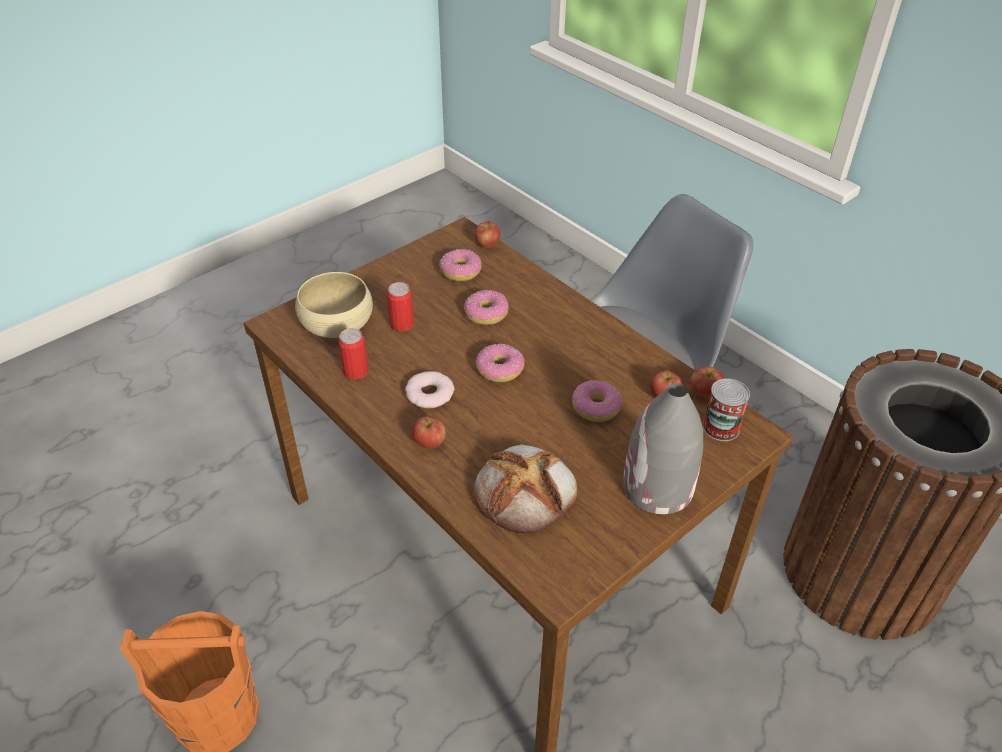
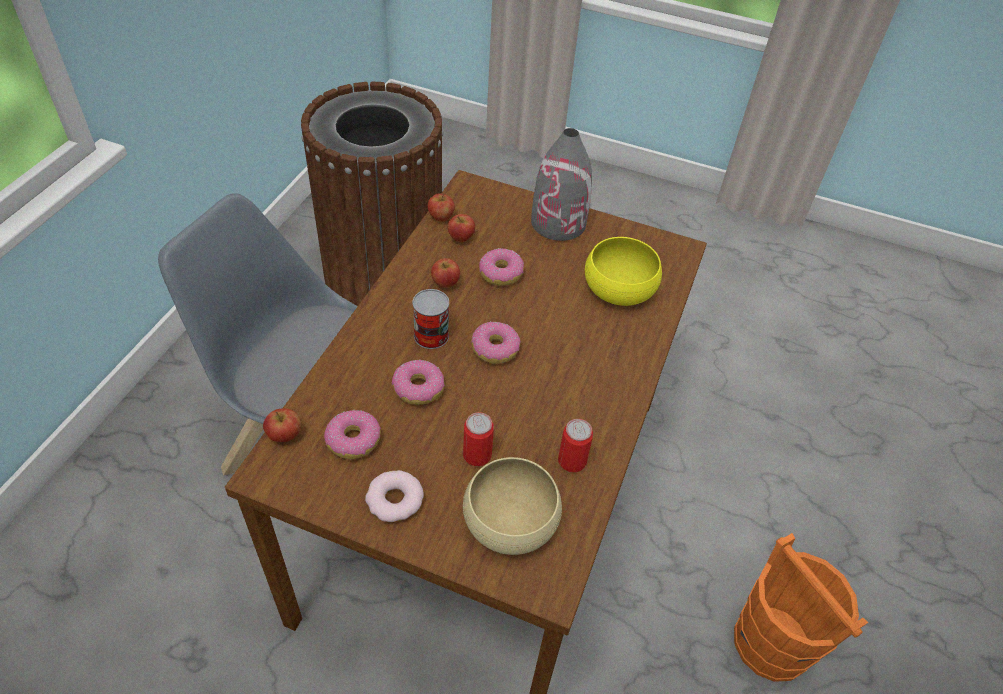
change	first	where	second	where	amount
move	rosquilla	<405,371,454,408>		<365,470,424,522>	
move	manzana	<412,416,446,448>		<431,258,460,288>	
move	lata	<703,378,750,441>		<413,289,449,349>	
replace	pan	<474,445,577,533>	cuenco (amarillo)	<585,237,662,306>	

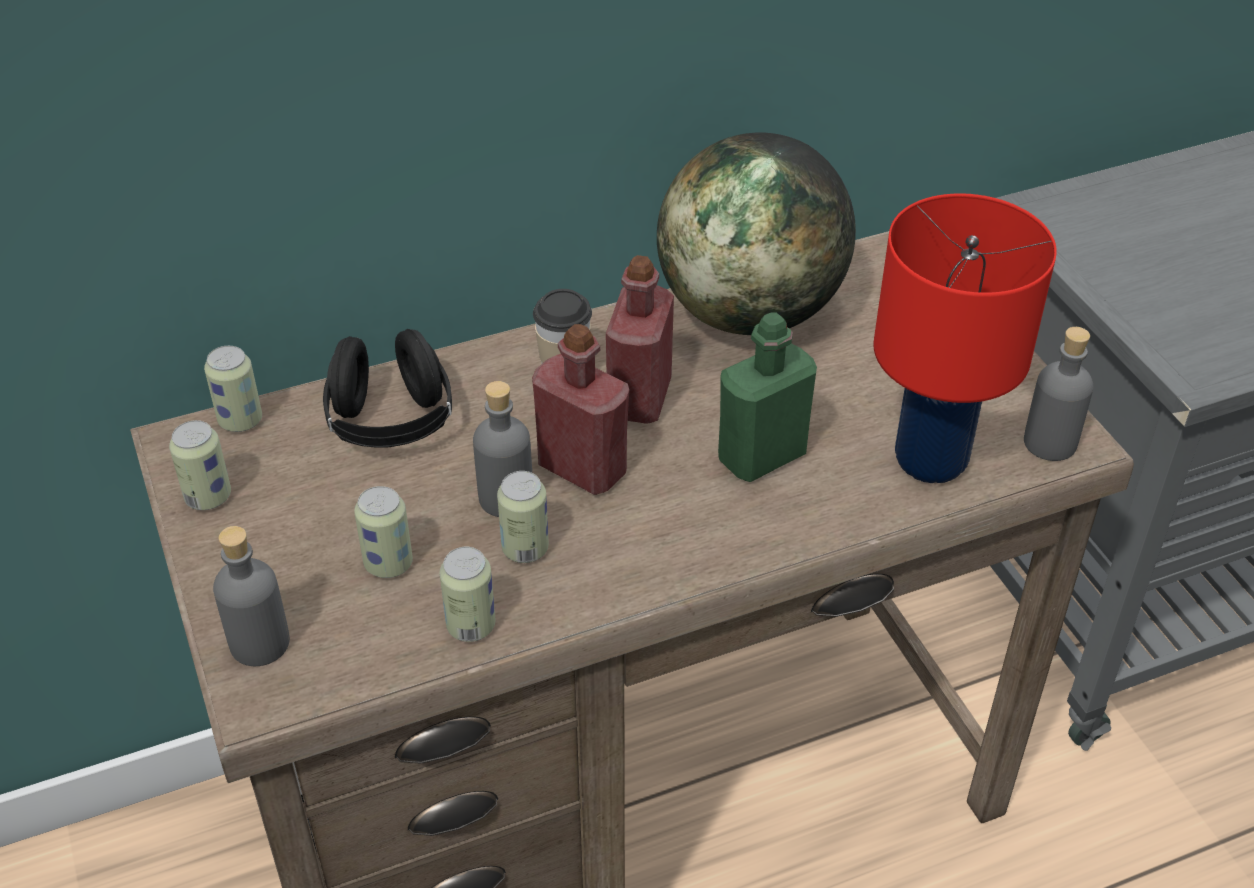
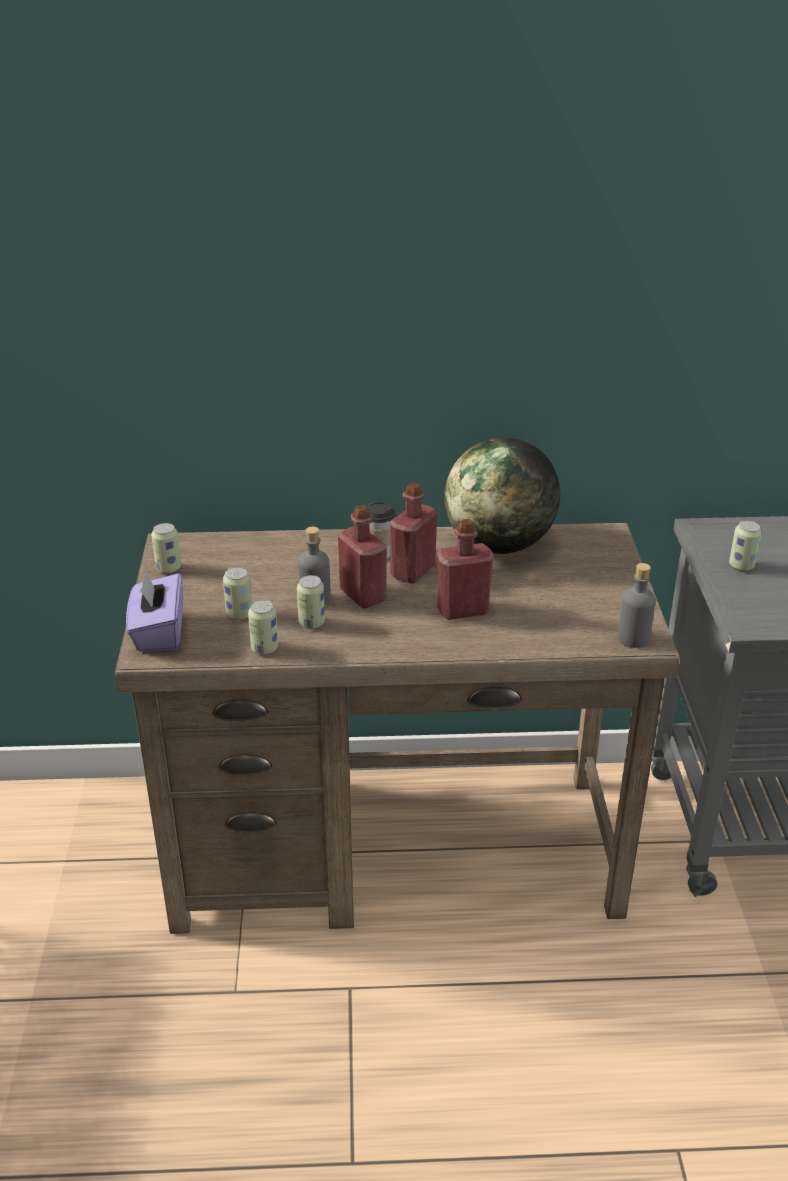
change	first	where	second	where	amount
delete	auriculares (negro)	<323,329,452,448>			
delete	lámpara de mesa (rojo)	<873,193,1057,483>			
move	lata	<204,346,262,432>		<729,521,762,571>	
replace	botella (gris)	<213,526,290,666>	caja de pañuelos (morado)	<126,571,183,652>	
recolor	botella (verde)	<718,312,817,482>	botella (rojo)	<437,519,494,620>	

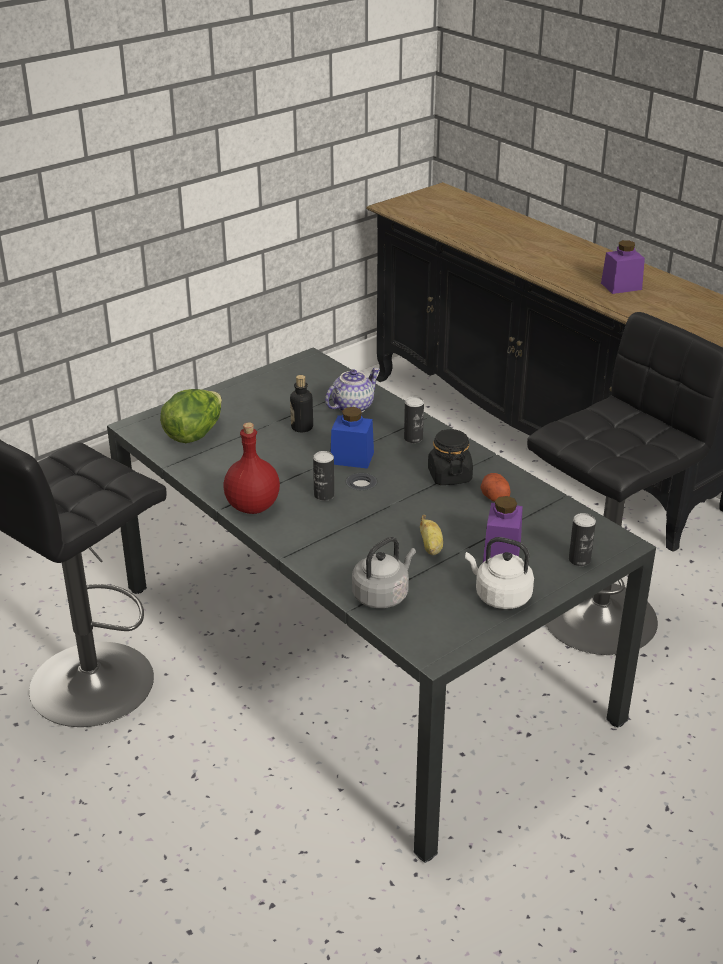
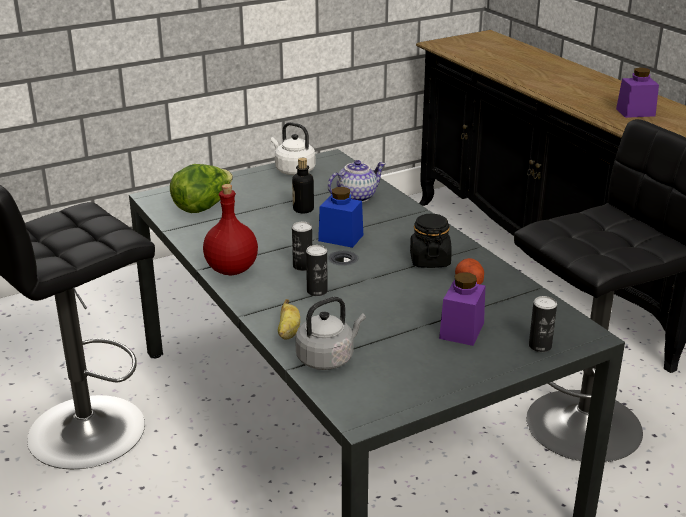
change	first	where	second	where	amount
move	lata	<404,396,424,443>		<306,245,328,296>	
move	plátano	<420,515,443,555>		<278,299,300,340>	
move	hervidor (blanco)	<465,537,534,609>		<271,122,315,175>	

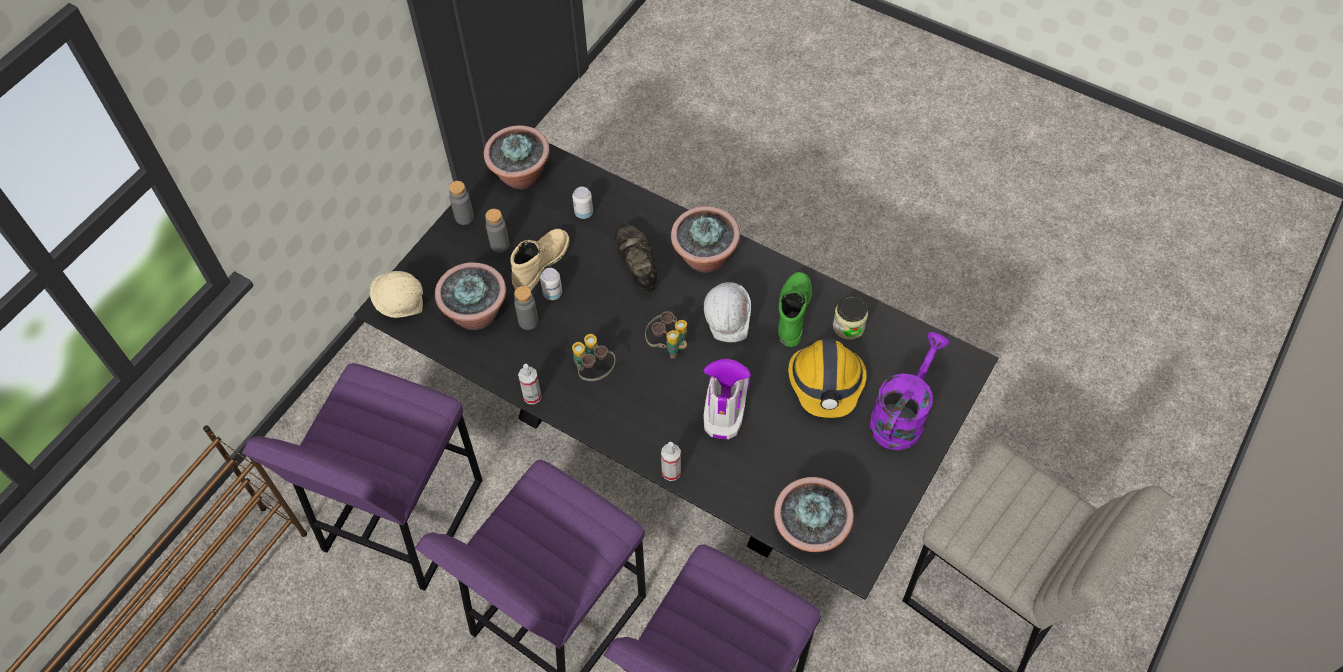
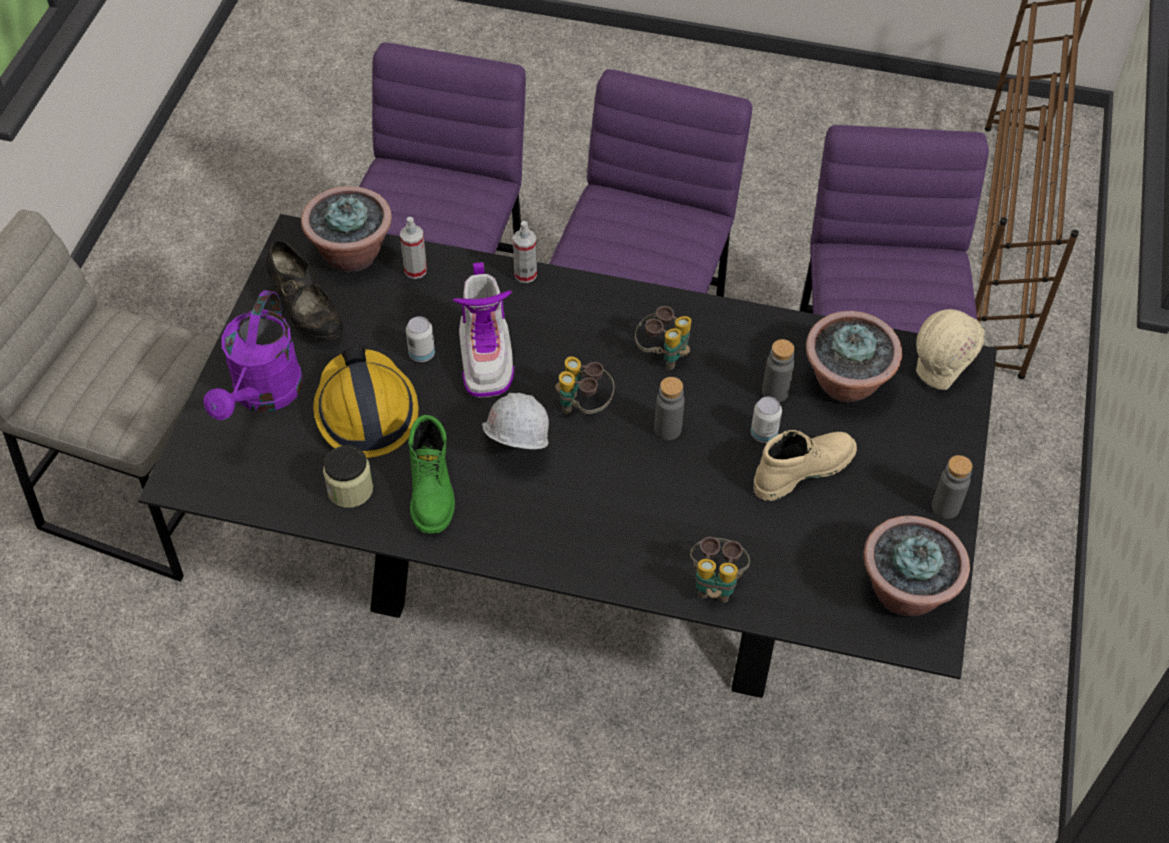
change	first	where	second	where	amount
delete	planta en maceta	<671,206,740,273>			
insert			prismáticos	<690,537,750,603>	
move	botella (gris)	<485,209,509,253>		<654,377,685,440>	
move	pulverizador	<518,364,542,404>		<400,217,427,279>	
move	lata	<572,187,593,219>		<406,316,435,362>	
move	zapato (negro)	<615,224,657,292>		<266,240,343,340>	
rotate	bota (beis)	<510,229,569,290>		<753,430,857,501>	135 degrees counterclockwise

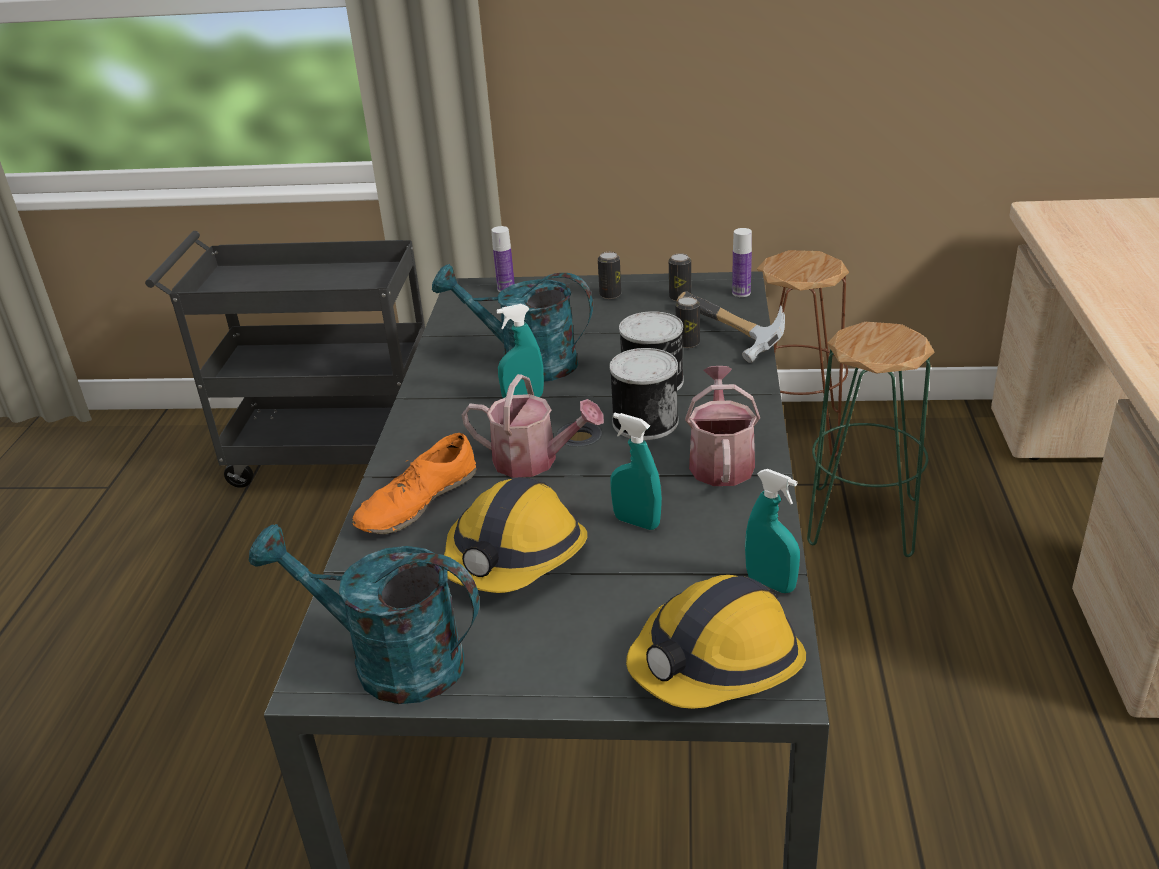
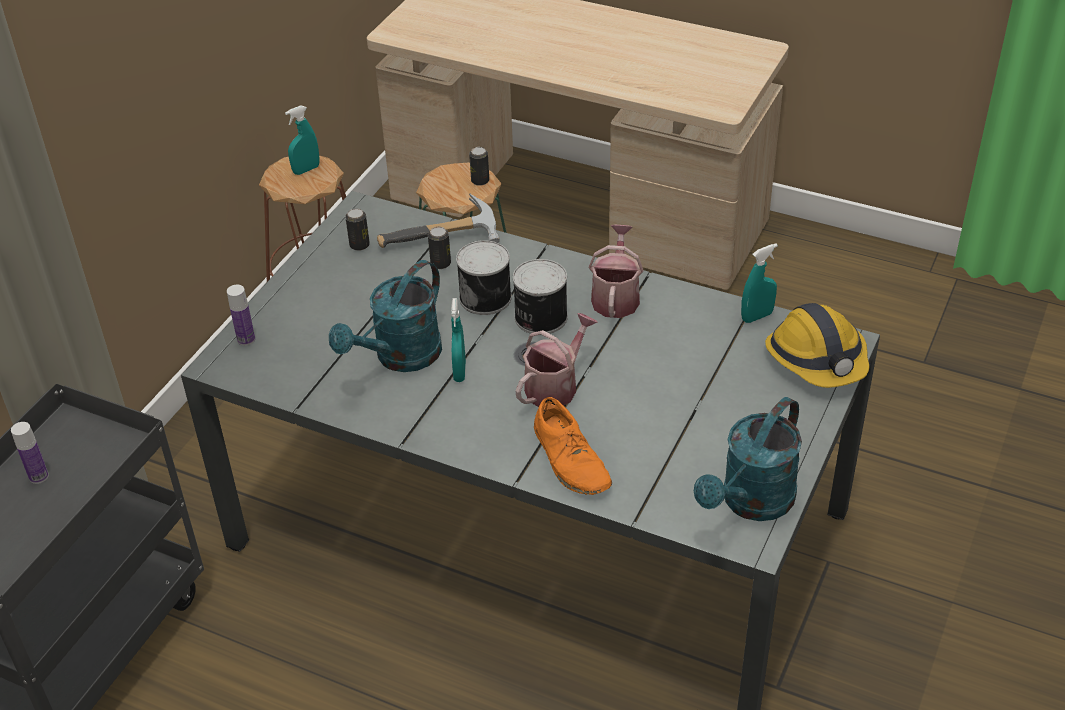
change	first	where	second	where	amount
delete	casco	<444,477,588,593>			
move	lata	<598,252,621,299>		<469,147,489,186>	
move	pulverizador (turquesa)	<610,413,662,530>		<285,105,319,175>	
move	botella	<732,228,752,297>		<11,422,49,484>	
rotate	regadera	<685,366,760,486>		<589,225,643,318>	75 degrees clockwise

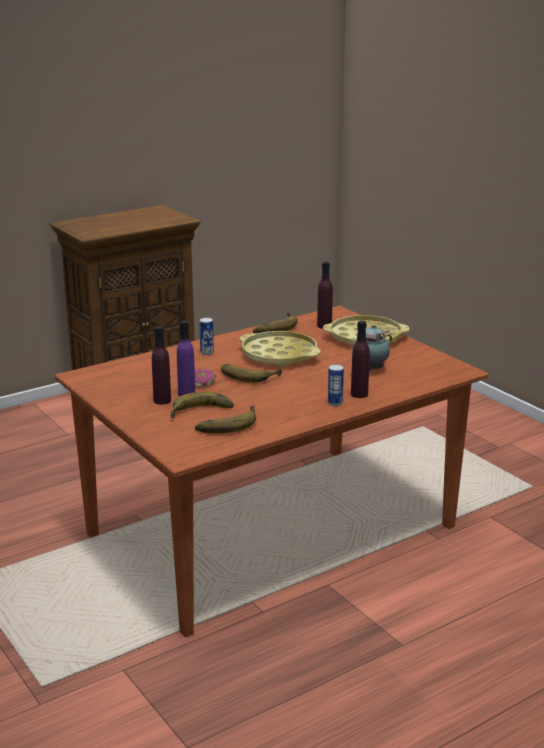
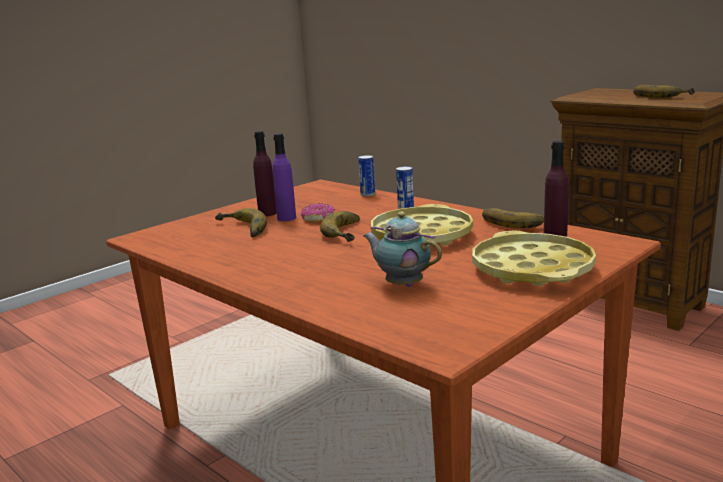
change	first	where	second	where	amount
delete	botella (morado)	<351,321,370,398>			
move	plátano	<195,405,256,433>		<633,85,695,98>	
move	lata	<328,364,344,406>		<358,155,375,196>	

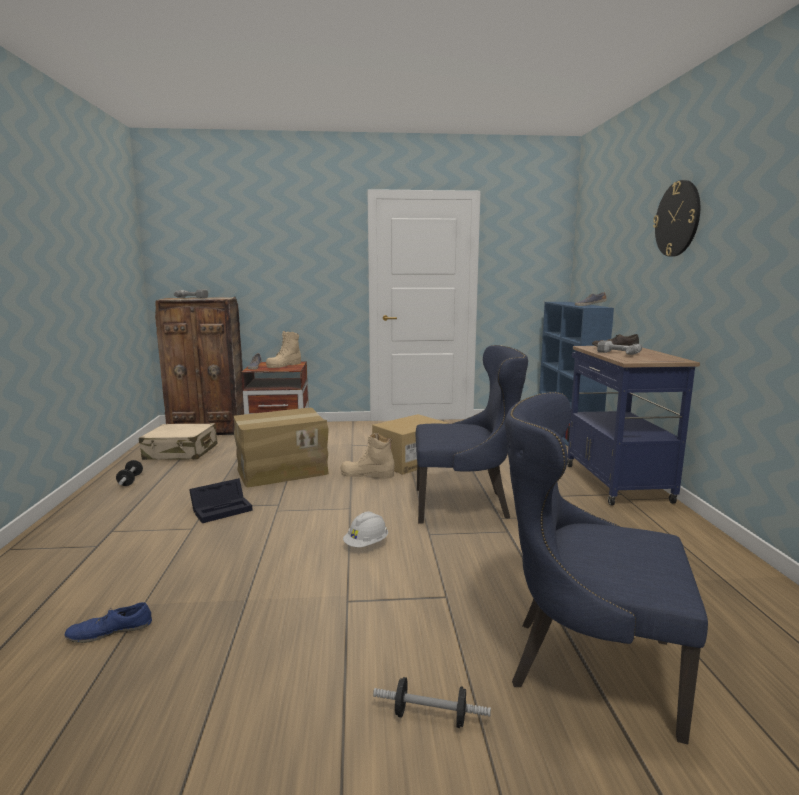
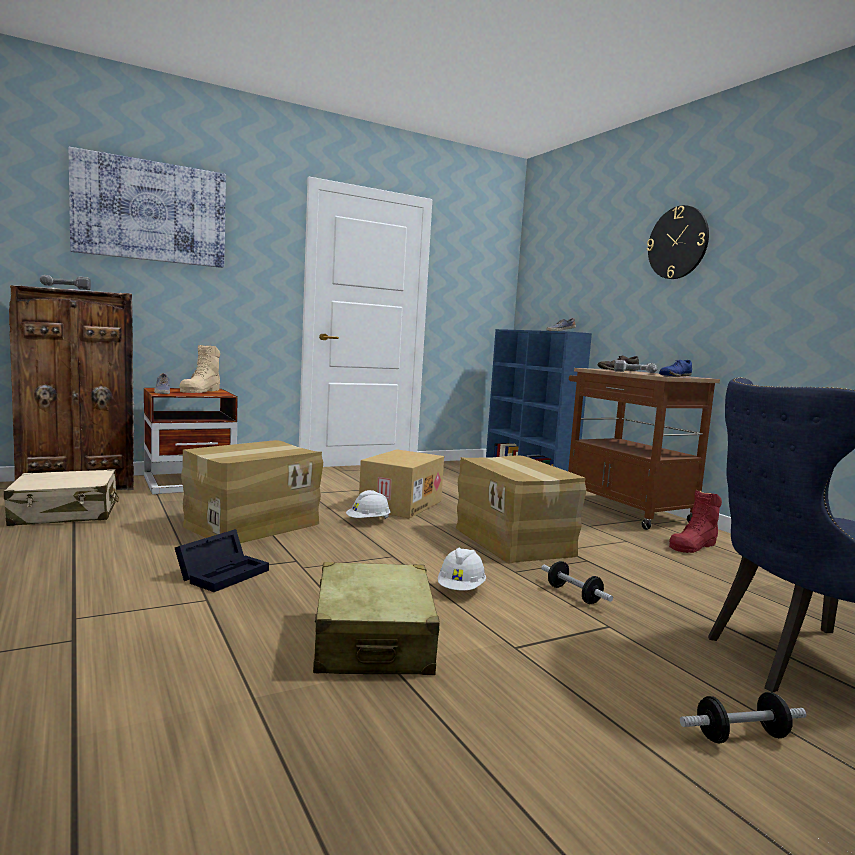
change	first	where	second	where	amount
insert			cuadro	<69,147,226,268>	
insert			maleta (beis)	<313,562,440,675>	
insert			bota (rojo)	<669,490,722,553>	
move	zapato (azul)	<65,602,152,643>		<659,360,692,377>	
move	mancuerna	<116,460,143,486>		<541,561,613,604>	
replace	bota (beis)	<340,433,395,479>	casco (blanco)	<346,490,391,519>	
replace	silla (azul)	<416,345,528,523>	caja de cartón	<456,455,586,564>	
recolor	carrito (azul)	<567,346,700,506>	carrito (marrón)	<568,368,720,530>	

